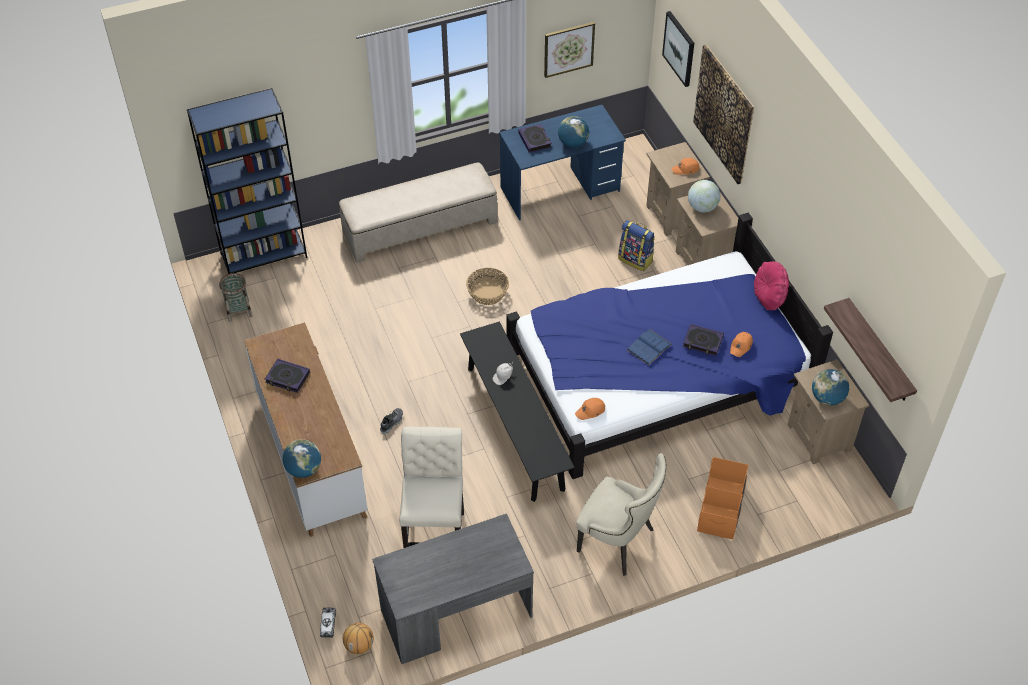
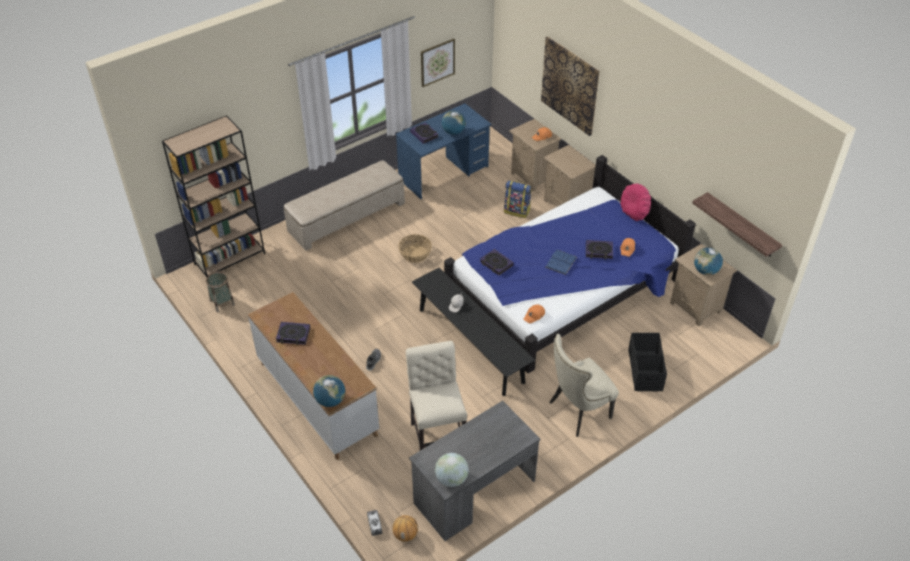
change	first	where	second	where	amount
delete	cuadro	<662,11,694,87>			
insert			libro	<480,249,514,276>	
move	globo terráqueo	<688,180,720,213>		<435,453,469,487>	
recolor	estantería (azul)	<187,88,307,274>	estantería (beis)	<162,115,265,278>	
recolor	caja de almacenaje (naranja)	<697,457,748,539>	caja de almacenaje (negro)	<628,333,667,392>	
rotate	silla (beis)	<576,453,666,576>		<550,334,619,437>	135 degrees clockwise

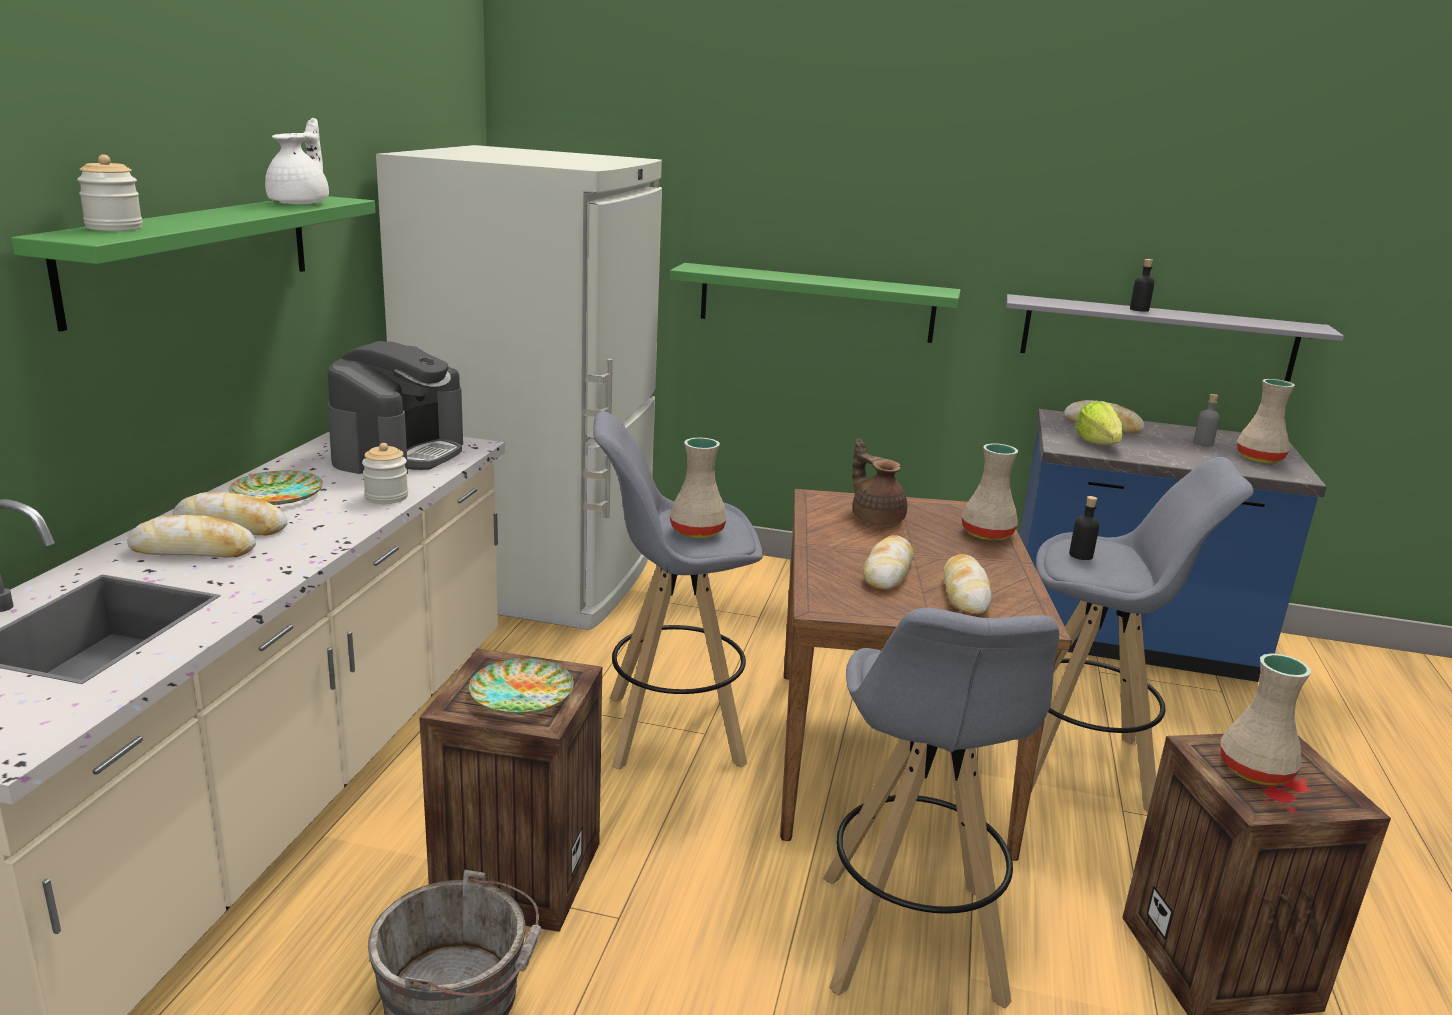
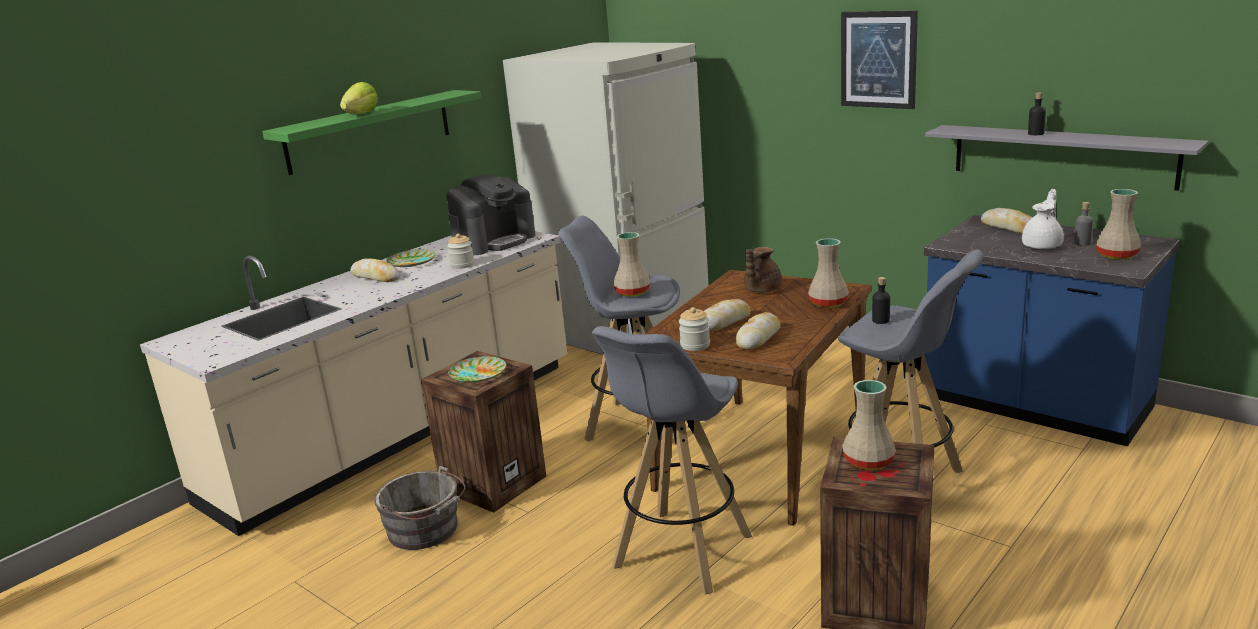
change	first	where	second	where	amount
delete	pan	<127,515,256,558>			
delete	estante (verde)	<670,263,961,343>			
insert			cuadro	<841,10,918,109>	
move	tarro	<77,154,143,231>		<679,307,710,351>	
move	tetera (blanco)	<265,118,329,204>		<1022,189,1064,249>	
move	lechuga	<1075,401,1123,445>		<340,82,378,114>	
rotate	tetera (marrón)	<852,439,907,525>		<744,247,782,292>	135 degrees counterclockwise

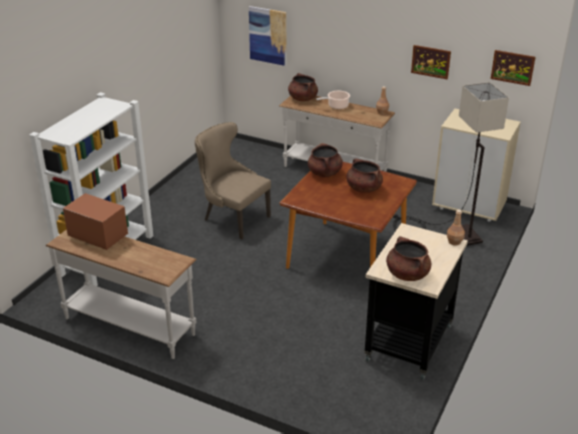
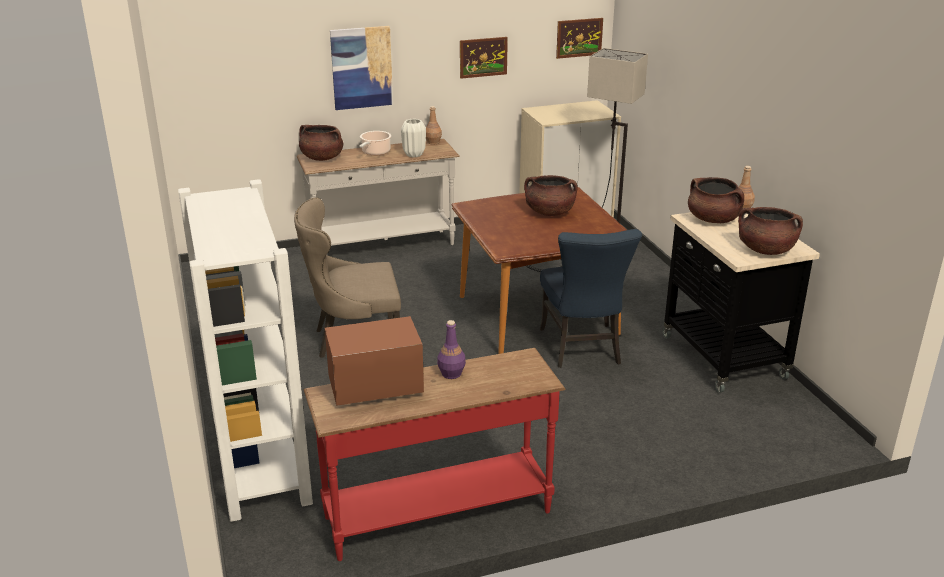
change	first	where	second	where	amount
insert			florero (blanco)	<401,119,426,157>	
insert			botella (morado)	<437,320,466,379>	
insert			silla (azul)	<540,229,642,368>	
move	cuadro	<249,6,286,66>		<330,26,393,110>	
move	olla (marrón)	<308,143,343,177>		<688,177,744,223>	
recolor	mesa consola (blanco)	<46,229,197,359>	mesa consola (rojo)	<304,348,566,561>	

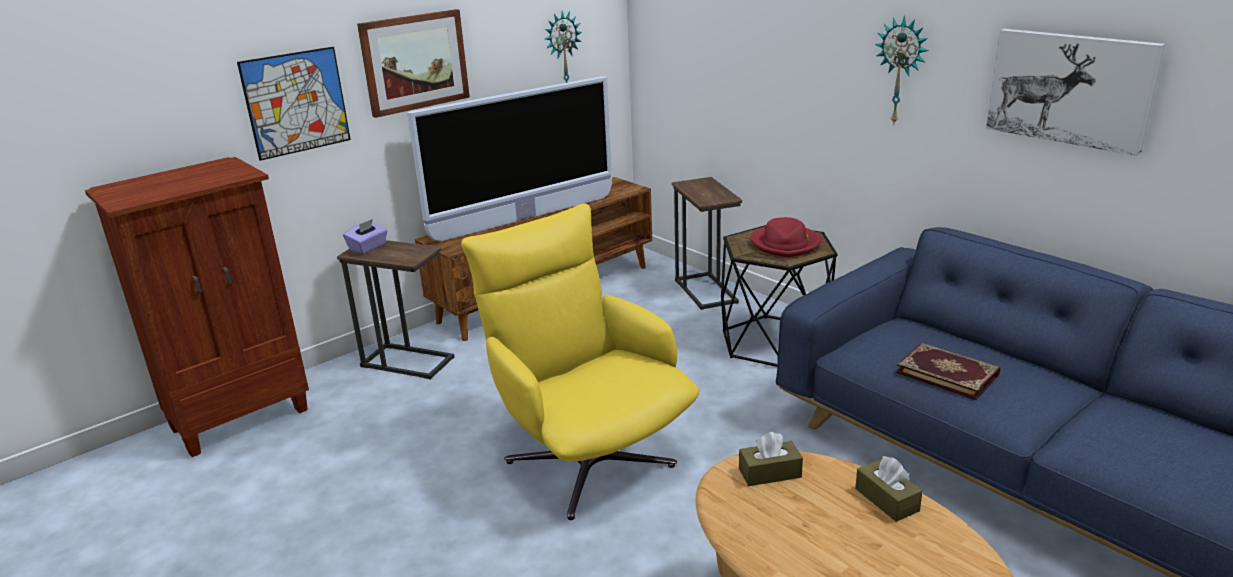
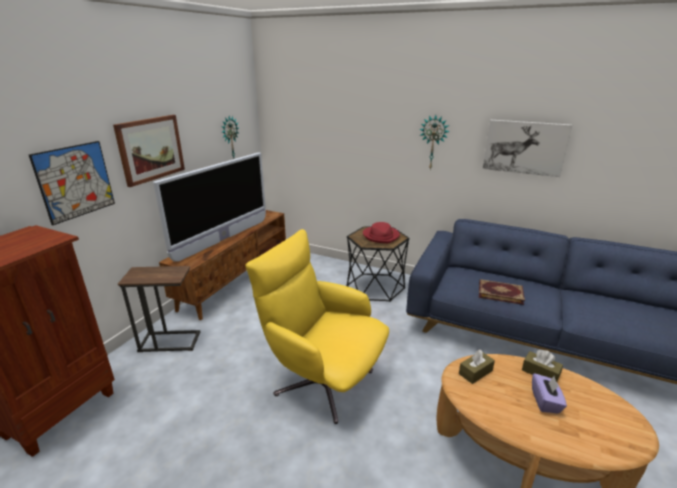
change	first	where	second	where	amount
delete	mesa auxiliar (marrón)	<672,177,742,310>			
move	caja de pañuelos (morado)	<343,219,387,254>		<532,373,567,414>	

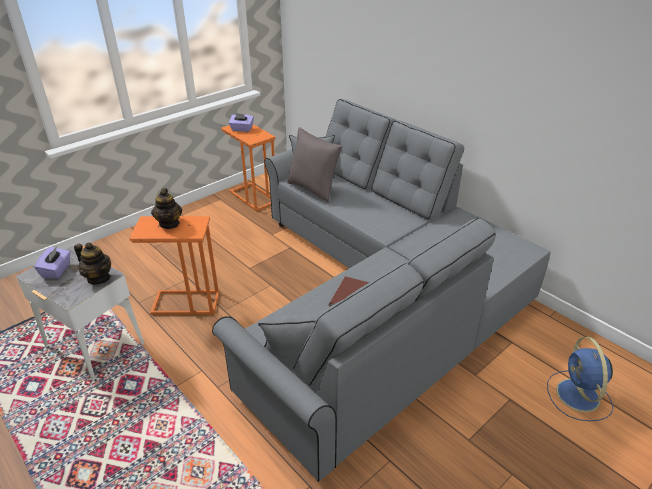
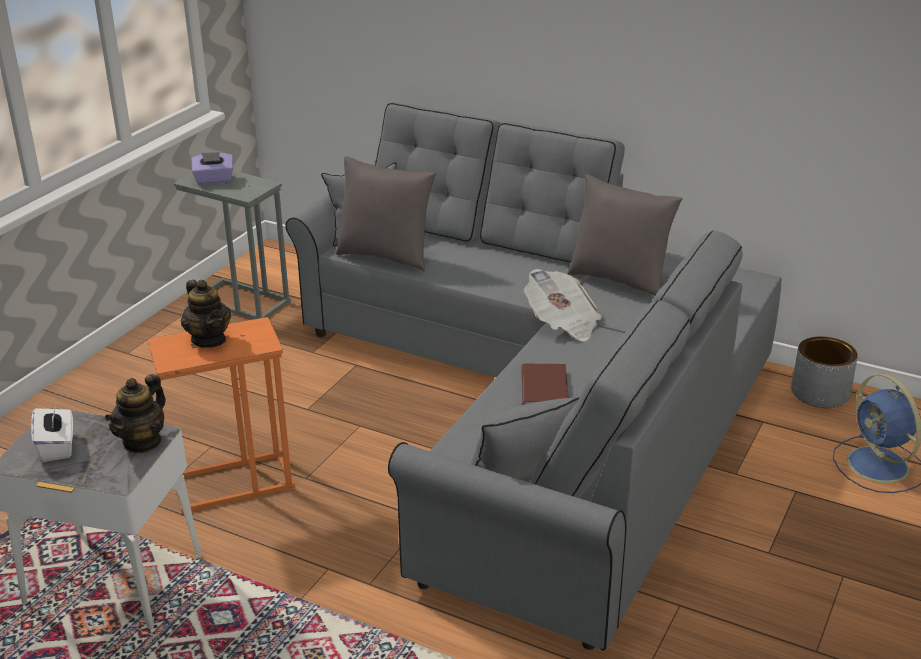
change	first	where	second	where	amount
insert			periódico	<524,269,602,341>	
insert			cojín (gris)	<568,174,682,296>	
insert			maceta (gris)	<791,337,858,408>	
recolor	caja de pañuelos (morado)	<34,247,70,279>	caja de pañuelos (blanco)	<31,405,73,462>	
recolor	mesa auxiliar (naranja)	<221,124,275,212>	mesa auxiliar (gris)	<174,171,291,319>	
rotate	tetera	<74,242,111,284>		<105,374,166,453>	105 degrees clockwise

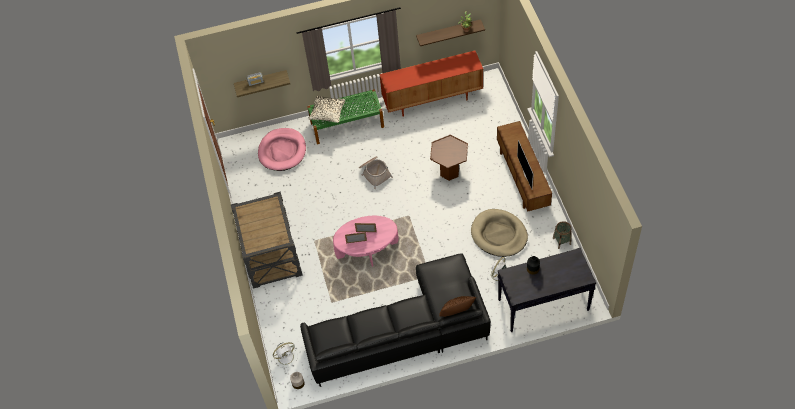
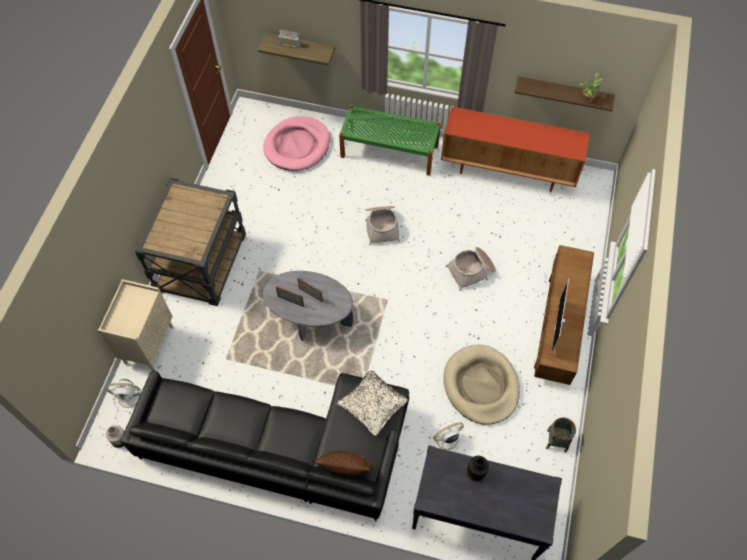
change	first	where	second	where	amount
insert			armario (beis)	<98,279,174,371>	
move	cojín (beis)	<308,96,345,123>		<337,371,408,436>	
replace	mesa auxiliar (marrón)	<430,134,468,181>	cesta	<445,247,496,291>	
recolor	mesa de centro (rosa)	<333,216,399,267>	mesa de centro (gris)	<263,271,353,341>	

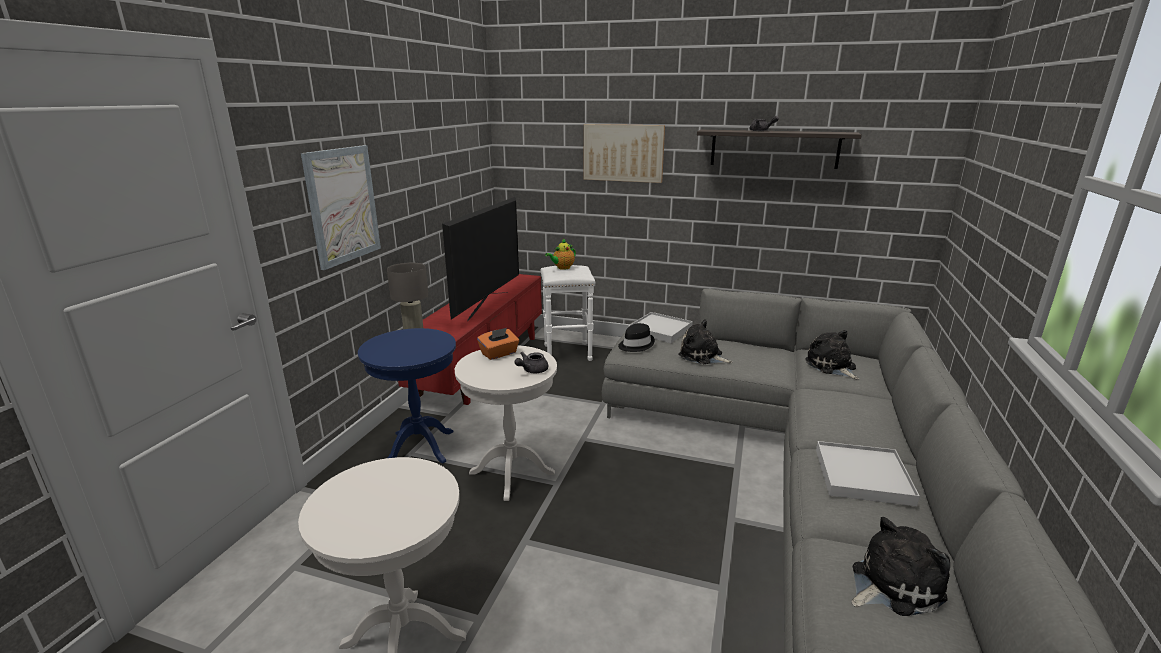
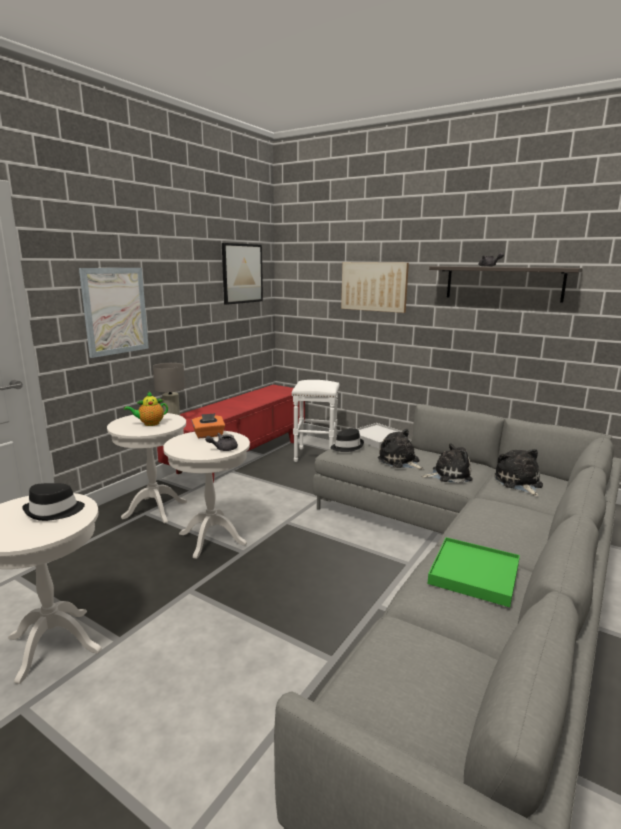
change	first	where	second	where	amount
delete	televisor	<442,197,519,321>			
insert			sombrero (negro)	<22,483,85,521>	
insert			cuadro	<222,243,263,305>	
move	tetera	<545,238,576,270>		<124,391,168,426>	
move	peluche	<852,517,950,616>		<422,443,473,483>	
recolor	mesa auxiliar (azul)	<358,328,456,464>	mesa auxiliar (blanco)	<107,413,187,524>	
recolor	bandeja (blanco)	<816,441,920,506>	bandeja (verde)	<427,537,520,607>	

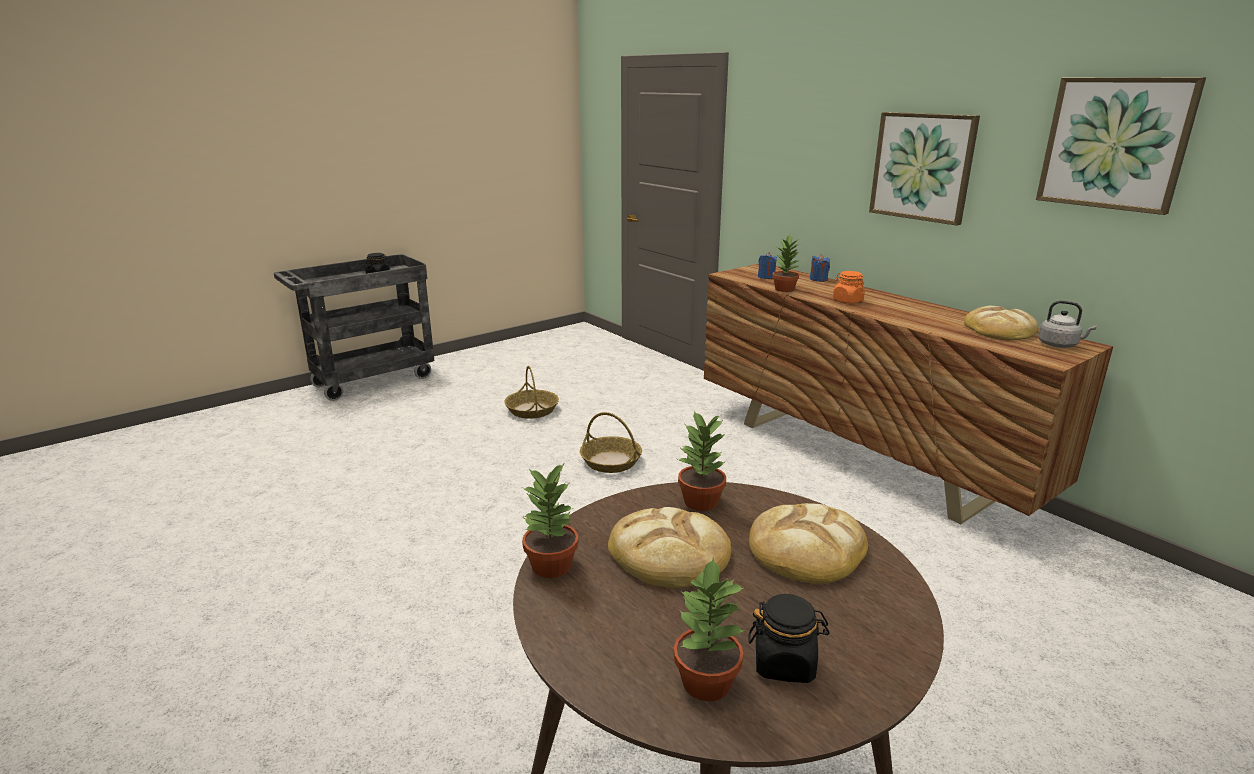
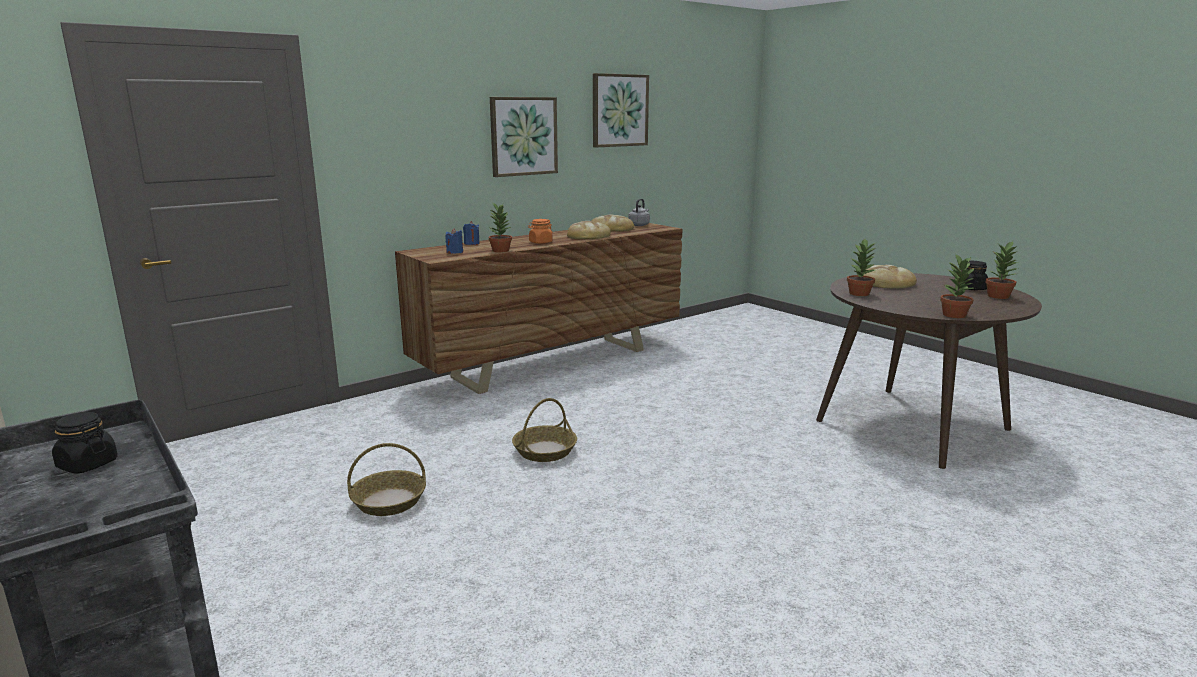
change	first	where	second	where	amount
move	pan	<608,507,731,588>		<567,221,611,239>	

